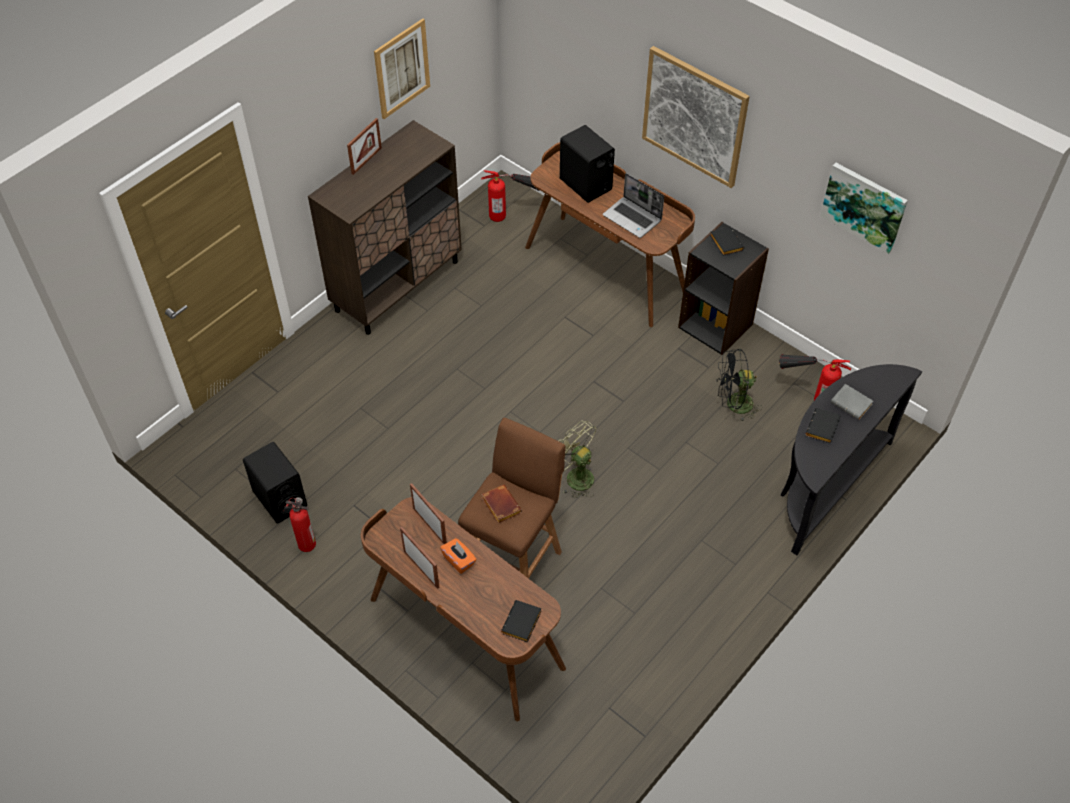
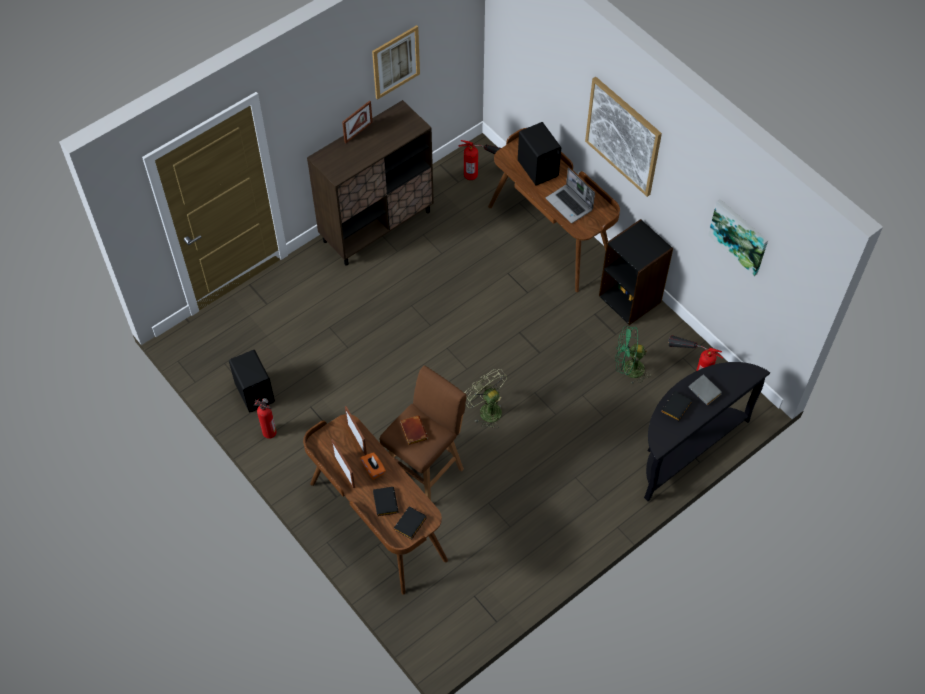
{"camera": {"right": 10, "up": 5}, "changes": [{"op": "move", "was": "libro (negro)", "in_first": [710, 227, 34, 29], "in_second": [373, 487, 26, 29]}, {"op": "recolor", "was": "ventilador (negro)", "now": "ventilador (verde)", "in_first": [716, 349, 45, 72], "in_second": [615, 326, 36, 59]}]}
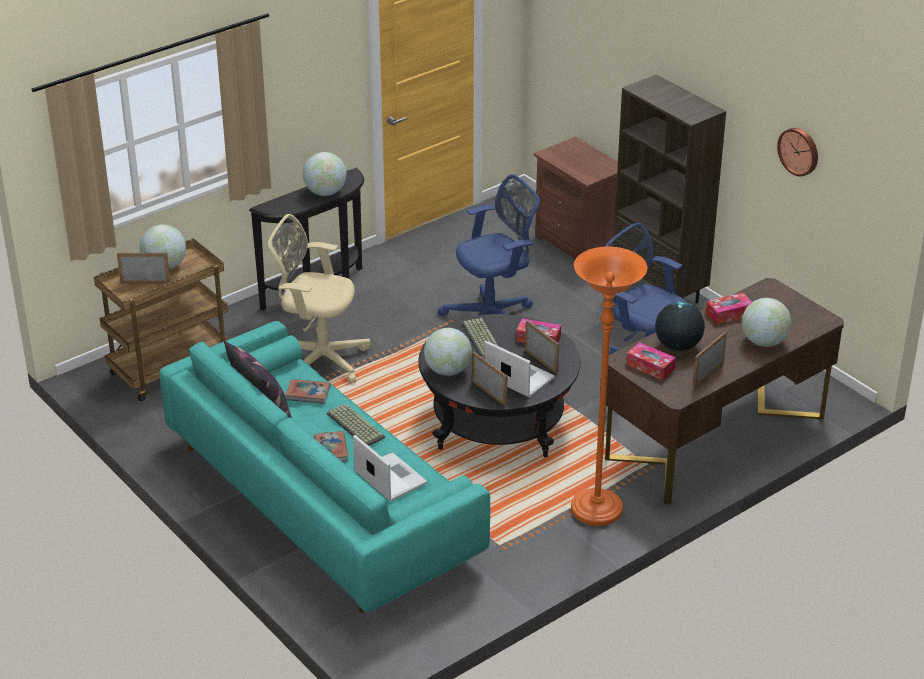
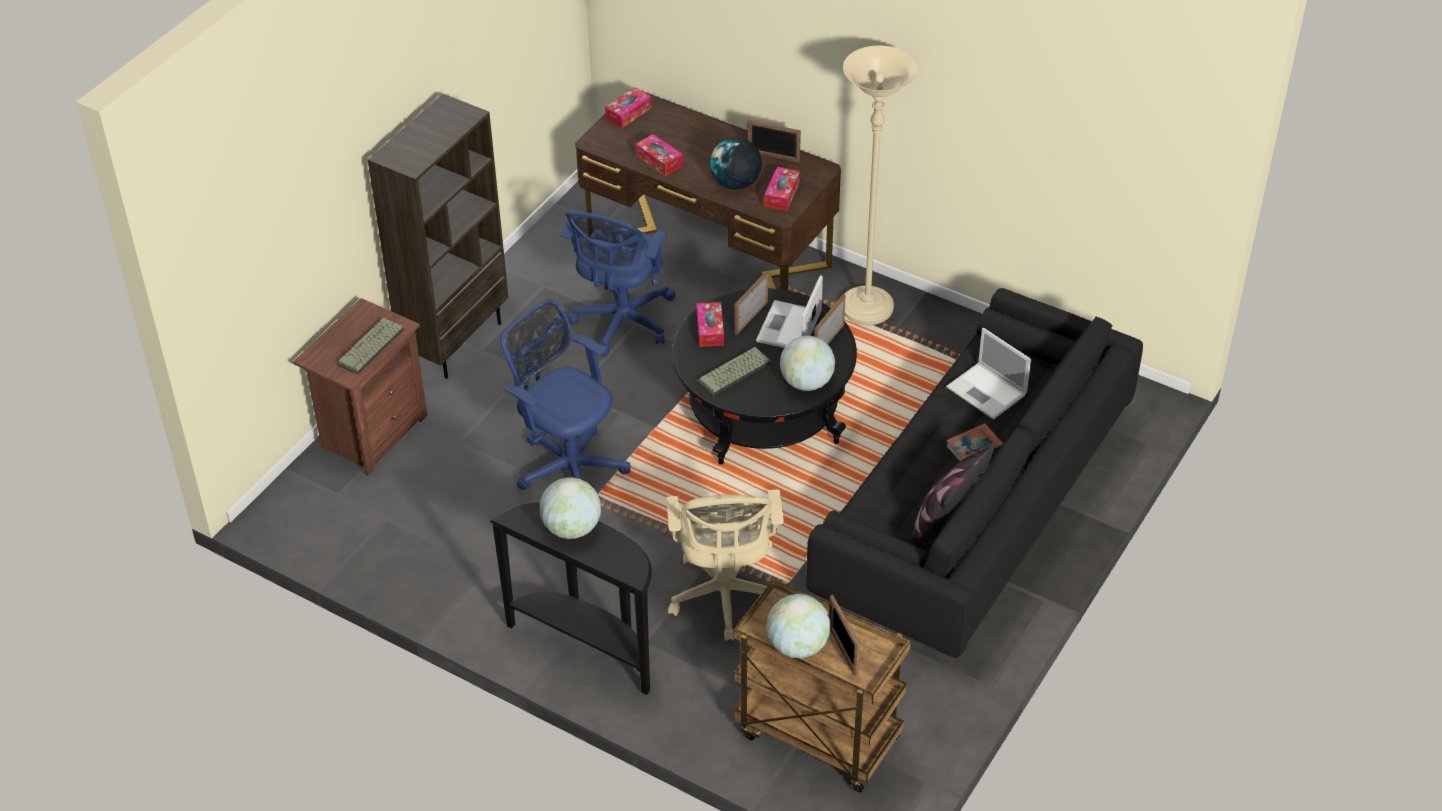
{"camera": {"right": -110, "up": 10}, "changes": [{"op": "delete", "was": "reloj de pared", "in_first": [777, 128, 41, 49]}, {"op": "recolor", "was": "lámpara de pie (naranja)", "now": "lámpara de pie (beis)", "in_first": [571, 247, 76, 279], "in_second": [843, 46, 75, 279]}, {"op": "delete", "was": "globo terráqueo", "in_first": [742, 298, 49, 49]}, {"op": "recolor", "was": "sofá (turquesa)", "now": "sofá (negro)", "in_first": [160, 321, 330, 292], "in_second": [806, 288, 337, 370]}, {"op": "delete", "was": "libro", "in_first": [285, 379, 46, 25]}, {"op": "move", "was": "teclado", "in_first": [327, 403, 58, 43], "in_second": [336, 318, 68, 57]}, {"op": "rotate", "was": "portátil", "in_first": [353, 435, 74, 66], "in_second": [946, 328, 85, 92], "clockwise": -75}, {"op": "insert", "now": "caja de pañuelos", "in_second": [605, 87, 47, 41]}]}
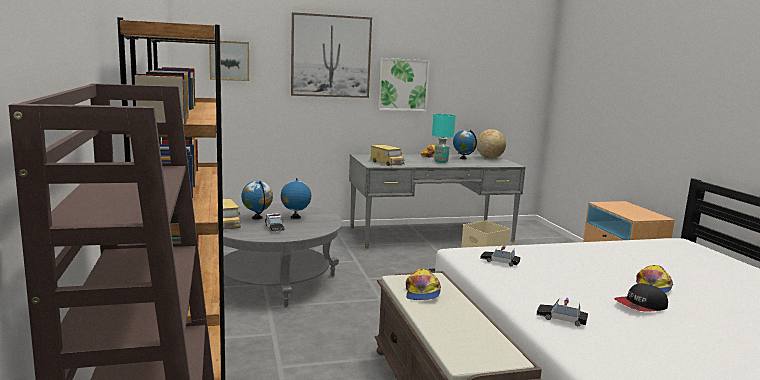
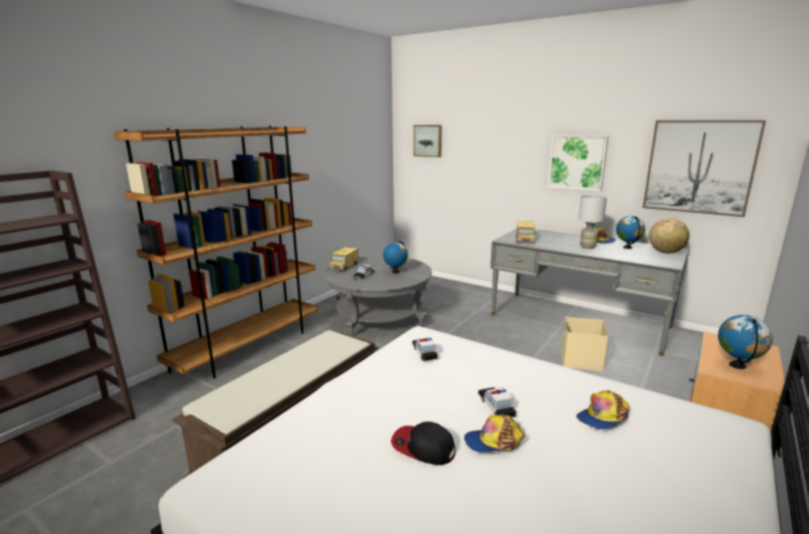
{"camera": {"right": 50, "up": 5}, "changes": [{"op": "move", "was": "cuadro", "in_first": [291, 12, 81, 86], "in_second": [643, 120, 123, 97]}, {"op": "recolor", "was": "lámpara de mesa (turquesa)", "now": "lámpara de mesa (gris)", "in_first": [432, 114, 24, 49], "in_second": [578, 195, 29, 54]}, {"op": "move", "was": "globo terráqueo", "in_first": [241, 181, 32, 39], "in_second": [718, 315, 55, 54]}, {"op": "move", "was": "gorra", "in_first": [406, 269, 35, 31], "in_second": [576, 390, 53, 39]}, {"op": "move", "was": "coche de juguete", "in_first": [536, 298, 52, 28], "in_second": [478, 387, 38, 30]}]}
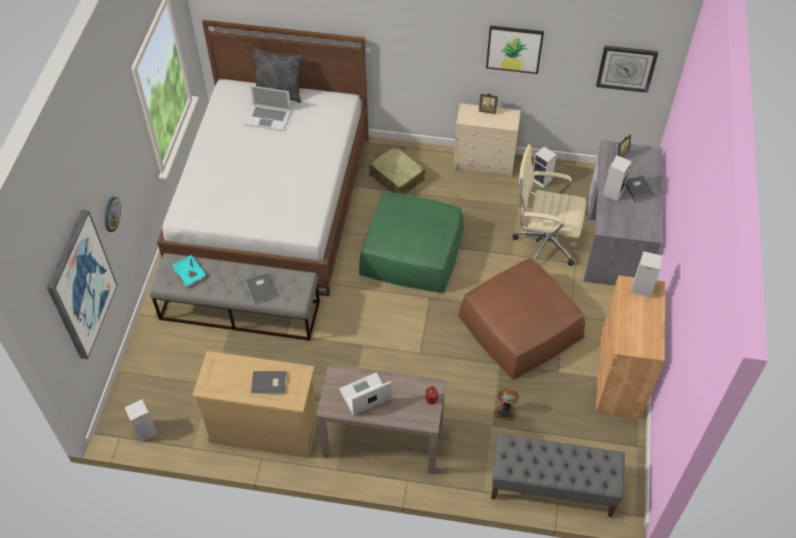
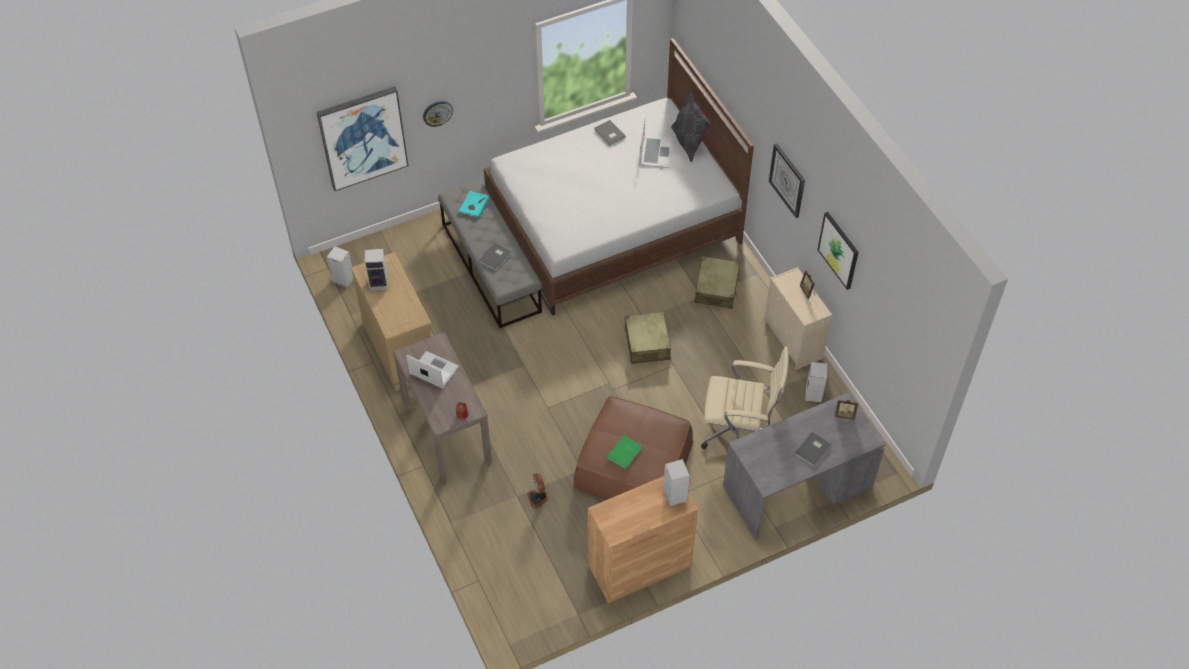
{"camera": {"right": 55, "up": 0}, "changes": [{"op": "move", "was": "reloj de pared", "in_first": [596, 45, 62, 48], "in_second": [769, 143, 36, 75]}, {"op": "rotate", "was": "portátil", "in_first": [245, 85, 46, 46], "in_second": [639, 117, 33, 51], "clockwise": -150}, {"op": "rotate", "was": "silla de oficina (beis)", "in_first": [512, 144, 74, 122], "in_second": [701, 346, 88, 103], "clockwise": 120}, {"op": "move", "was": "altavoz", "in_first": [603, 155, 29, 46], "in_second": [365, 249, 23, 41]}, {"op": "replace", "was": "puf (verde)", "now": "maleta (beis)", "in_first": [359, 192, 105, 102], "in_second": [624, 312, 47, 52]}, {"op": "move", "was": "libro (gris)", "in_first": [251, 371, 35, 23], "in_second": [594, 120, 32, 26]}, {"op": "delete", "was": "banco (gris)", "in_first": [491, 434, 134, 83]}, {"op": "insert", "now": "libro (verde)", "in_second": [606, 435, 36, 34]}]}
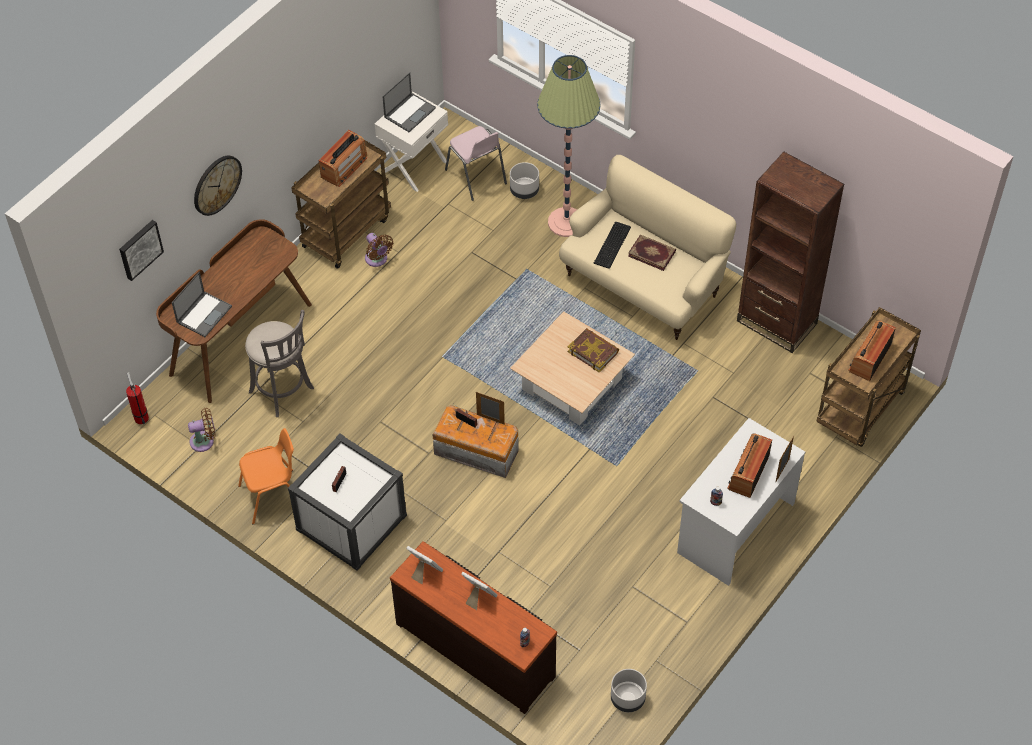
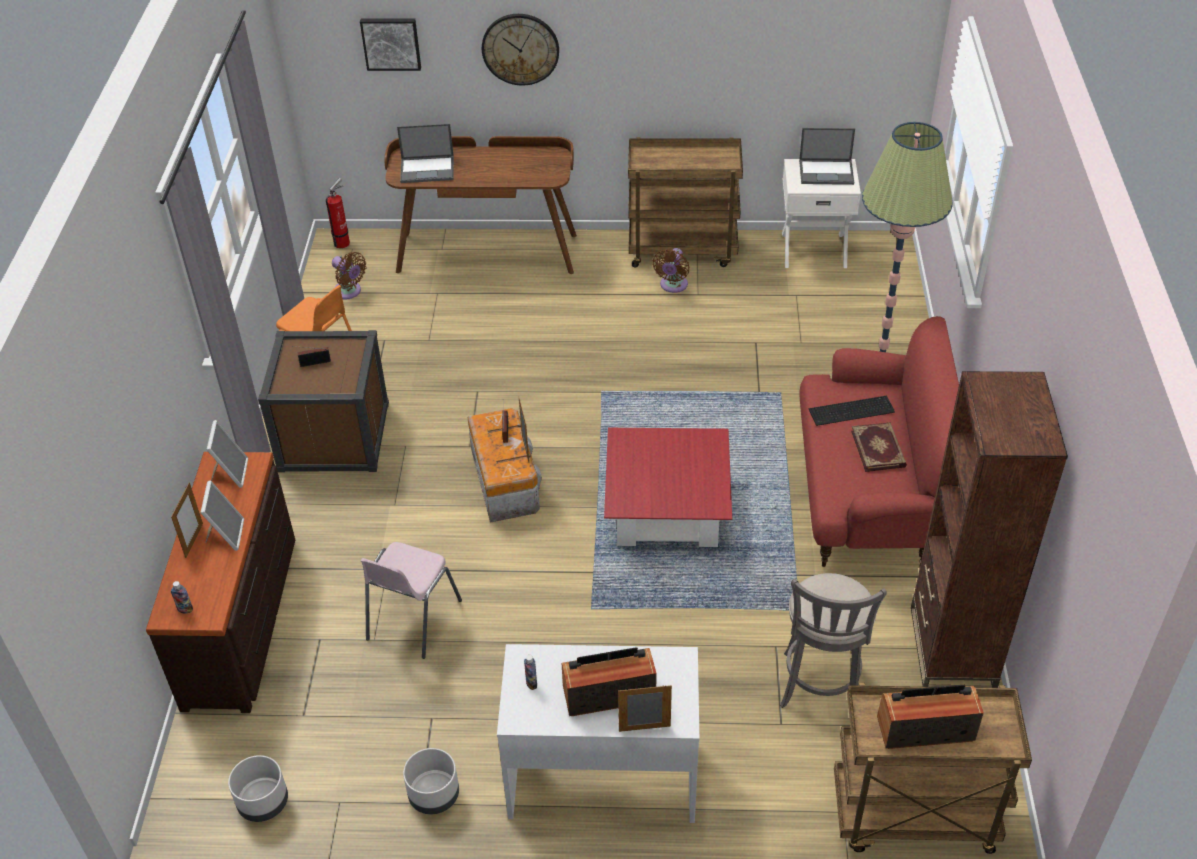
{"camera": {"right": 55, "up": -10}, "changes": [{"op": "move", "was": "silla (rosa)", "in_first": [445, 126, 62, 75], "in_second": [360, 542, 102, 117]}, {"op": "delete", "was": "radio", "in_first": [319, 130, 49, 57]}, {"op": "recolor", "was": "sofá (beis)", "now": "sofá (rojo)", "in_first": [559, 155, 177, 185], "in_second": [799, 316, 160, 251]}, {"op": "move", "was": "maceta (gris)", "in_first": [510, 162, 29, 37], "in_second": [403, 748, 56, 66]}, {"op": "move", "was": "taburete (gris)", "in_first": [245, 310, 69, 107], "in_second": [780, 573, 107, 135]}, {"op": "recolor", "was": "mesa de centro (beis)", "now": "mesa de centro (rojo)", "in_first": [510, 311, 125, 114], "in_second": [604, 428, 128, 119]}, {"op": "delete", "was": "libro", "in_first": [568, 328, 51, 45]}, {"op": "recolor", "was": "caja de almacenaje (blanco)", "now": "caja de almacenaje (marrón)", "in_first": [288, 433, 119, 138], "in_second": [258, 330, 131, 142]}, {"op": "insert", "now": "portarretratos", "in_second": [171, 483, 32, 75]}]}
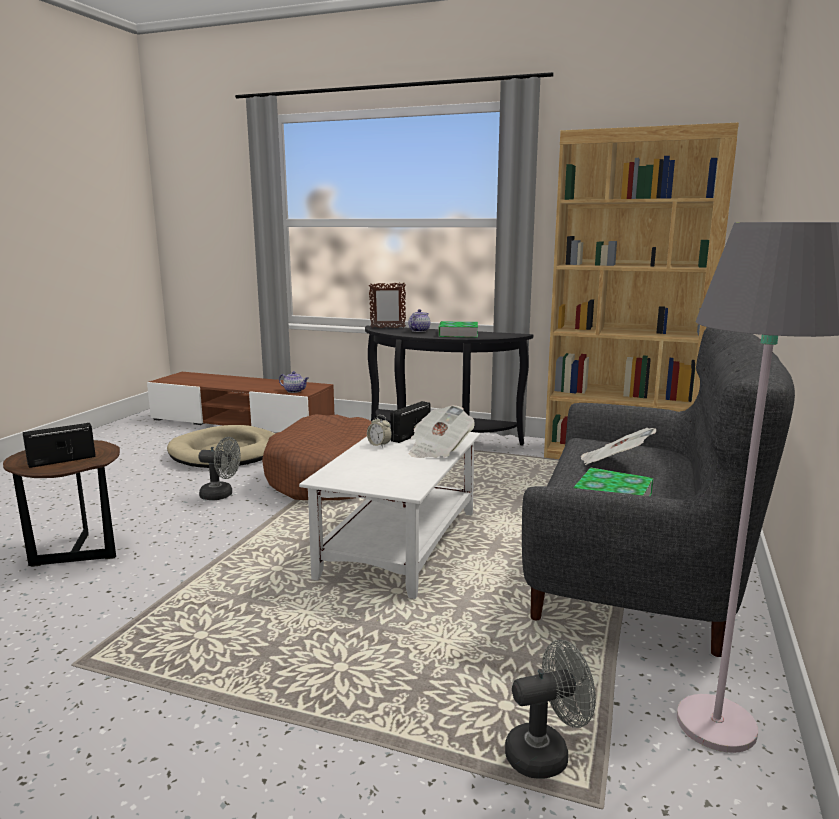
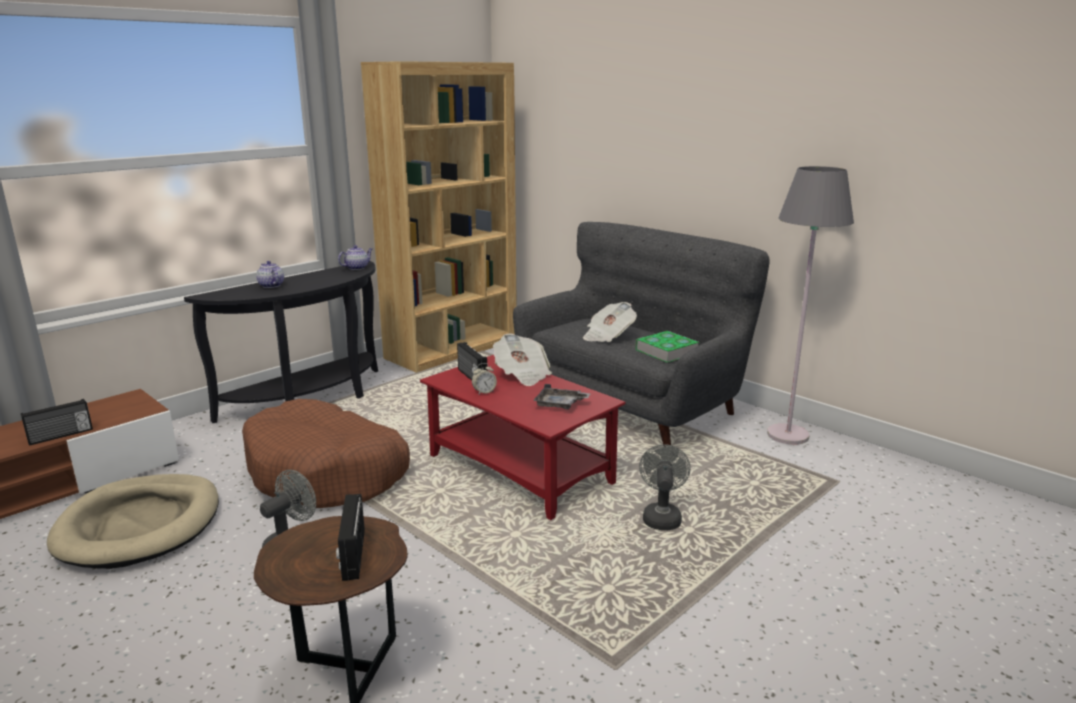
{"camera": {"right": -65, "up": 5}, "changes": [{"op": "delete", "was": "portarretratos", "in_first": [369, 283, 37, 45]}, {"op": "delete", "was": "libro", "in_first": [439, 321, 39, 16]}, {"op": "move", "was": "tetera", "in_first": [279, 371, 30, 22], "in_second": [338, 245, 35, 25]}, {"op": "recolor", "was": "mesa de centro (blanco)", "now": "mesa de centro (rojo)", "in_first": [299, 426, 181, 173], "in_second": [420, 355, 205, 165]}, {"op": "move", "was": "ventilador (gris)", "in_first": [505, 640, 91, 139], "in_second": [639, 444, 52, 86]}, {"op": "insert", "now": "bandeja (gris)", "in_second": [533, 384, 57, 26]}, {"op": "insert", "now": "radio", "in_second": [21, 399, 72, 47]}]}
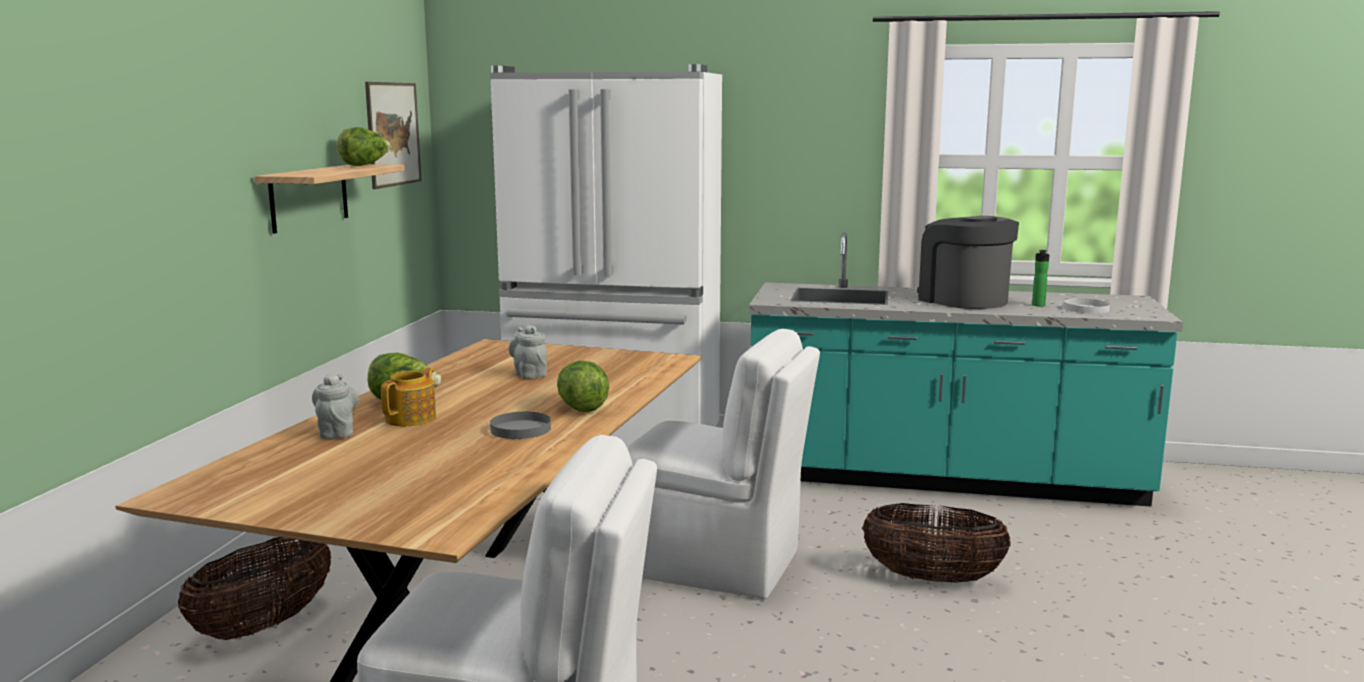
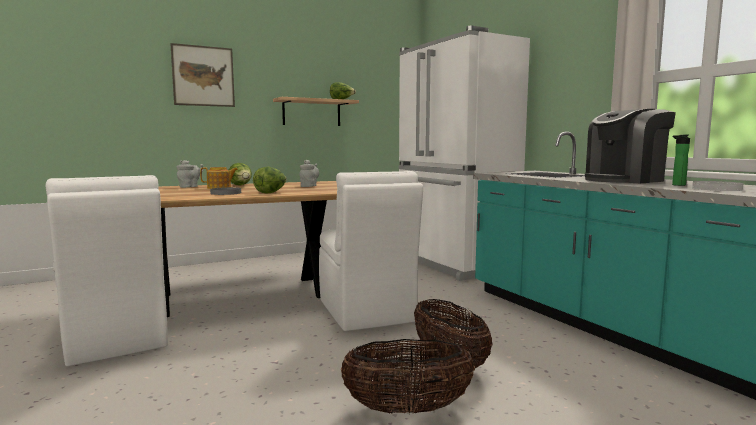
{"camera": {"right": 50, "up": -5}, "changes": [{"op": "move", "was": "cuadro", "in_first": [365, 82, 57, 107], "in_second": [170, 43, 65, 64]}, {"op": "rotate", "was": "cafetera", "in_first": [917, 216, 102, 93], "in_second": [585, 109, 91, 74], "clockwise": -135}, {"op": "move", "was": "cesta", "in_first": [178, 537, 153, 103], "in_second": [341, 339, 134, 75]}]}
